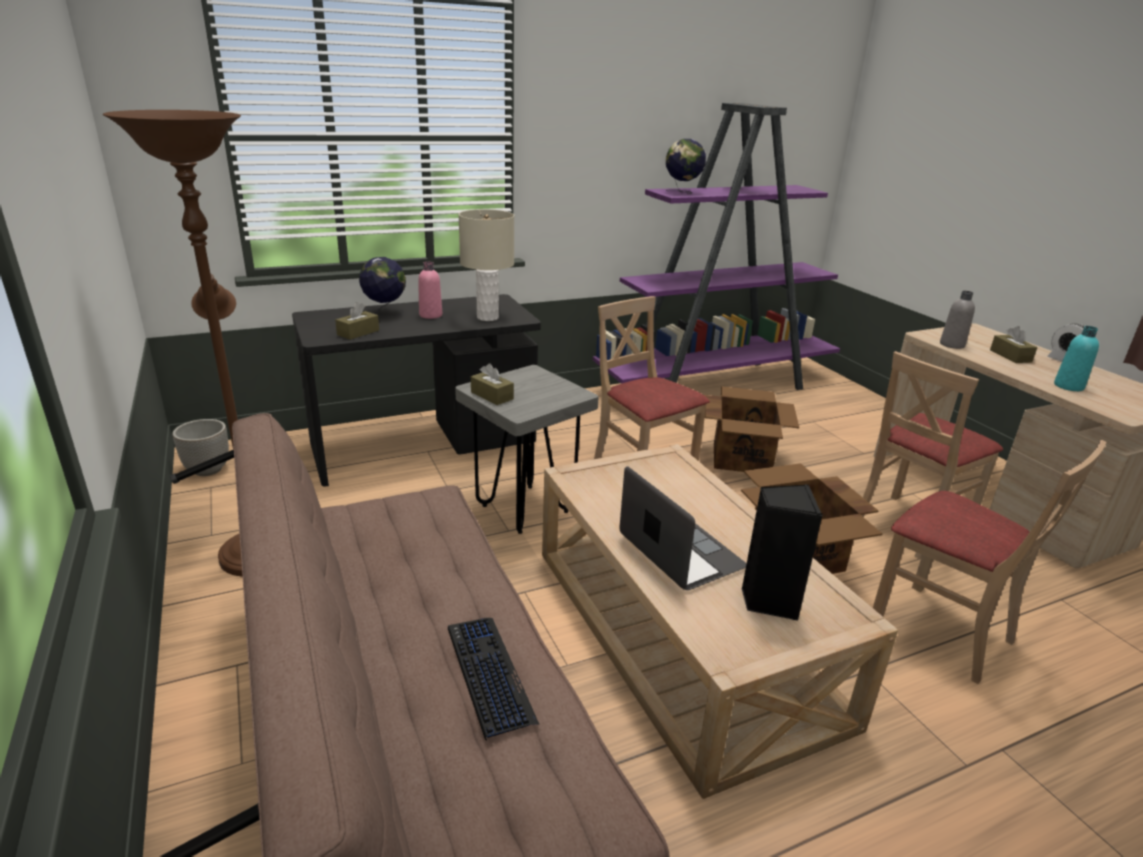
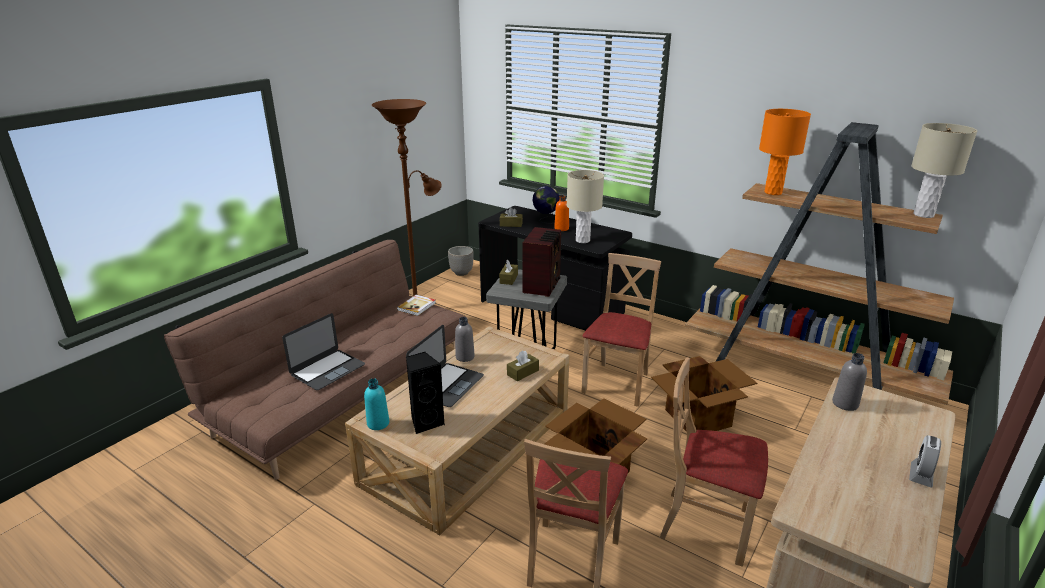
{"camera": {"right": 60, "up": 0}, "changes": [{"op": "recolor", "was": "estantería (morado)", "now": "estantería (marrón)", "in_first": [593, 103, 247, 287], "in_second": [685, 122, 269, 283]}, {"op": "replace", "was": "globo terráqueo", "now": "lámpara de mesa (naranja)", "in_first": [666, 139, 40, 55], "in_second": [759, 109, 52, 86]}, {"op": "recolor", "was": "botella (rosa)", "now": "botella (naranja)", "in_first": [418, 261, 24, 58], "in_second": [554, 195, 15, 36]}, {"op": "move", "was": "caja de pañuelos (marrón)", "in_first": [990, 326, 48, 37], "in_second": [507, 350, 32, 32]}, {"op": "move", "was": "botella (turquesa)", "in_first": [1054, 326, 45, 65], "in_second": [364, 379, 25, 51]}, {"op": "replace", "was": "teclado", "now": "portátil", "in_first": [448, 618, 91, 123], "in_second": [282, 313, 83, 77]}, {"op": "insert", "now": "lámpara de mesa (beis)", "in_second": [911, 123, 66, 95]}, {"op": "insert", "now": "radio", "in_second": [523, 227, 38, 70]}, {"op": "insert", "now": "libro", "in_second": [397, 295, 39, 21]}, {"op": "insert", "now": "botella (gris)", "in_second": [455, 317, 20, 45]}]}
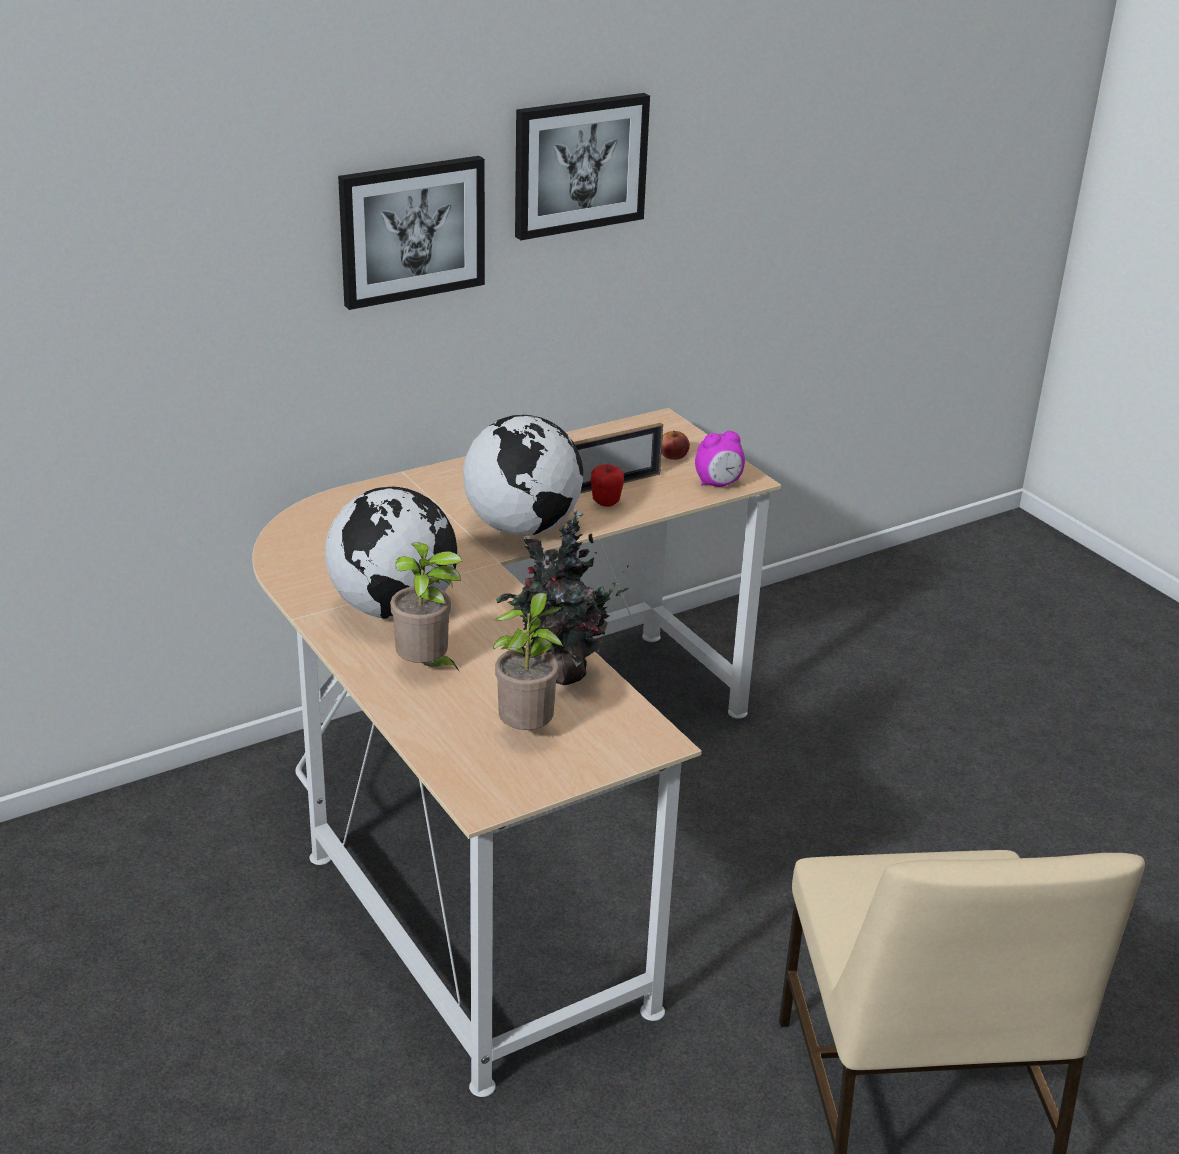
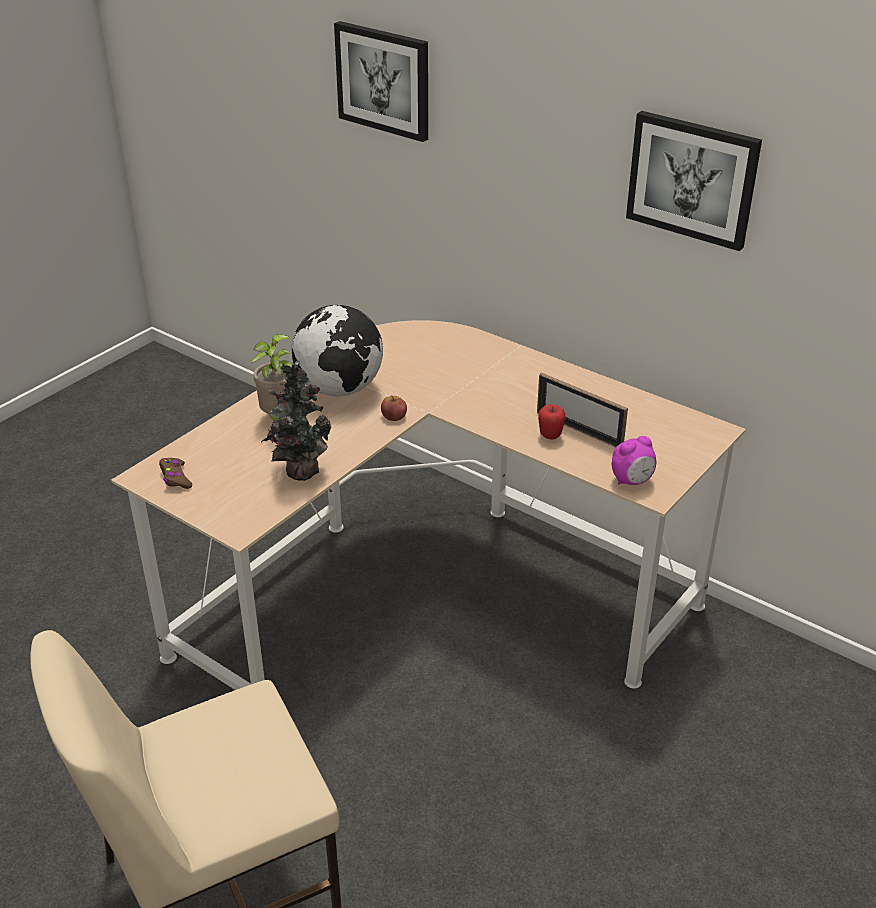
{"camera": {"right": 70, "up": 5}, "changes": [{"op": "move", "was": "cuadro", "in_first": [338, 156, 147, 154], "in_second": [334, 21, 94, 121]}, {"op": "delete", "was": "globo terráqueo", "in_first": [463, 415, 120, 121]}, {"op": "move", "was": "manzana", "in_first": [661, 430, 29, 30], "in_second": [381, 395, 26, 26]}, {"op": "rotate", "was": "despertador", "in_first": [695, 431, 50, 56], "in_second": [612, 436, 44, 49], "clockwise": -75}, {"op": "delete", "was": "planta en maceta", "in_first": [493, 592, 70, 138]}, {"op": "insert", "now": "mando de consola (marrón)", "in_second": [159, 458, 33, 31]}]}
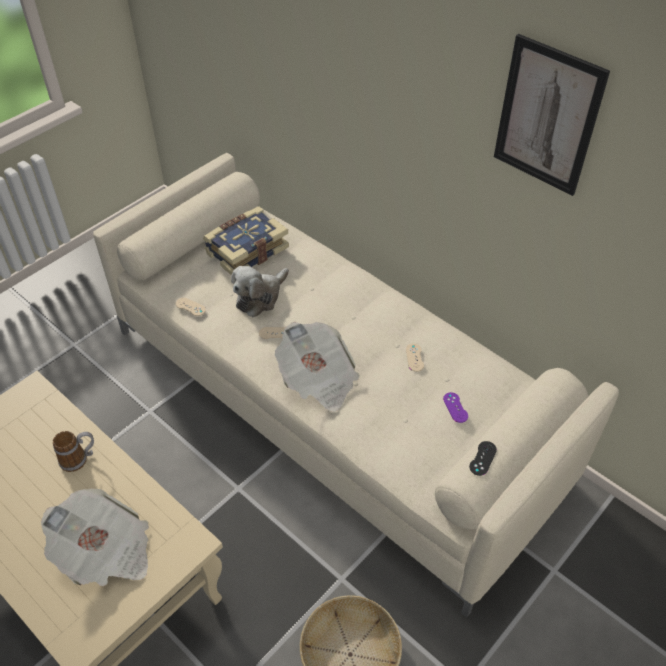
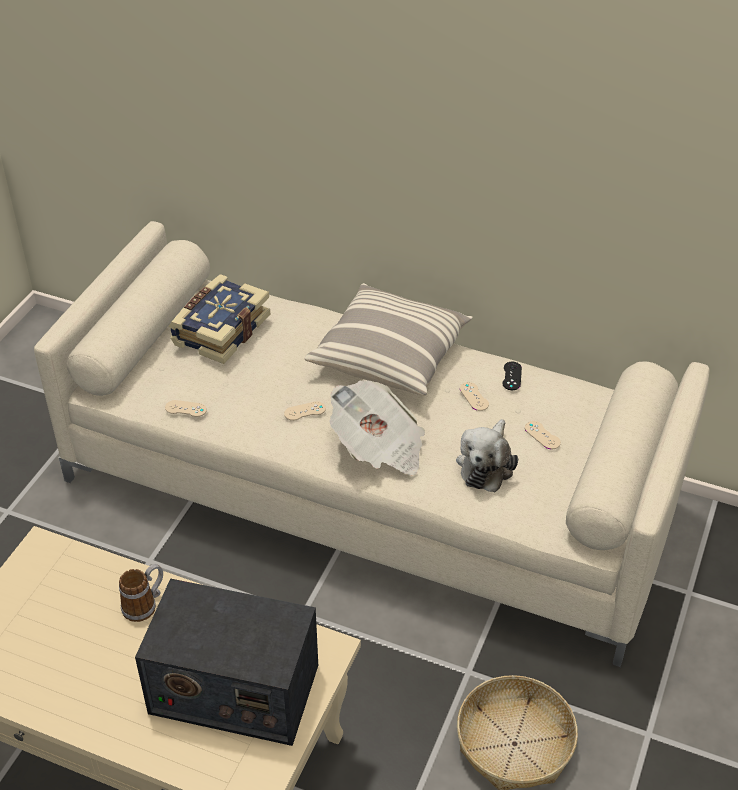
{"camera": {"right": -20, "up": -5}, "changes": [{"op": "delete", "was": "cuadro", "in_first": [494, 34, 116, 162]}, {"op": "move", "was": "peluche", "in_first": [231, 266, 58, 51], "in_second": [456, 419, 62, 73]}, {"op": "recolor", "was": "mando de consola (morado)", "now": "mando de consola (beis)", "in_first": [443, 392, 25, 31], "in_second": [525, 421, 36, 28]}, {"op": "move", "was": "mando de consola (negro)", "in_first": [469, 441, 28, 35], "in_second": [502, 362, 20, 28]}, {"op": "replace", "was": "periódico", "now": "radio", "in_first": [41, 488, 108, 98], "in_second": [135, 578, 183, 168]}, {"op": "insert", "now": "cojín", "in_second": [304, 283, 169, 113]}]}
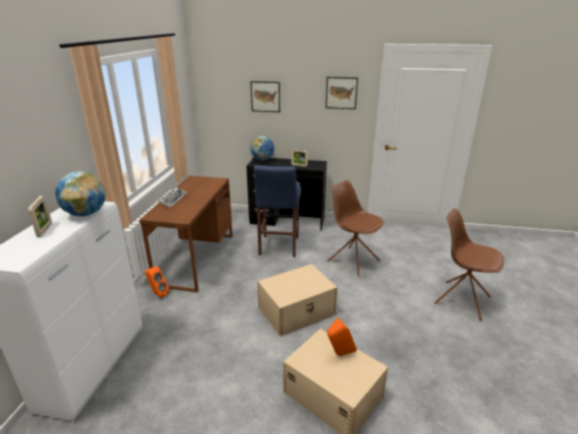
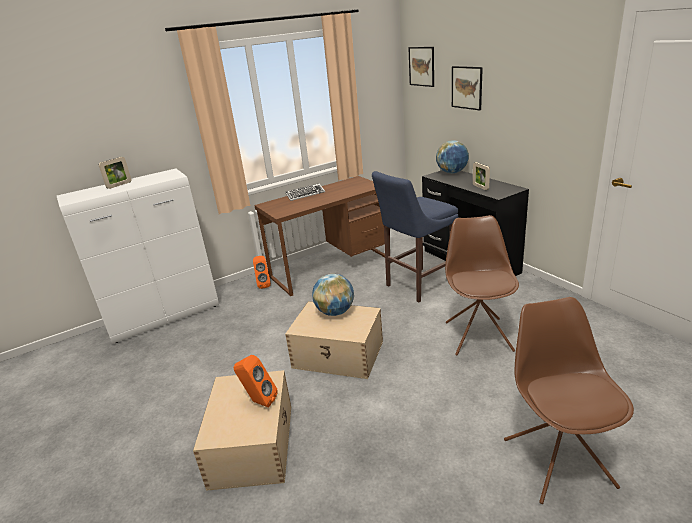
{"camera": {"right": 50, "up": 0}, "changes": [{"op": "move", "was": "cuadro", "in_first": [326, 77, 32, 32], "in_second": [408, 47, 26, 40]}, {"op": "move", "was": "globo terráqueo", "in_first": [55, 171, 51, 45], "in_second": [312, 274, 42, 42]}]}
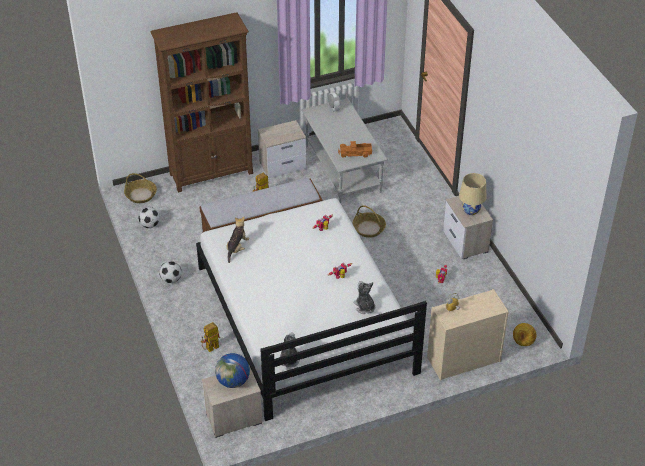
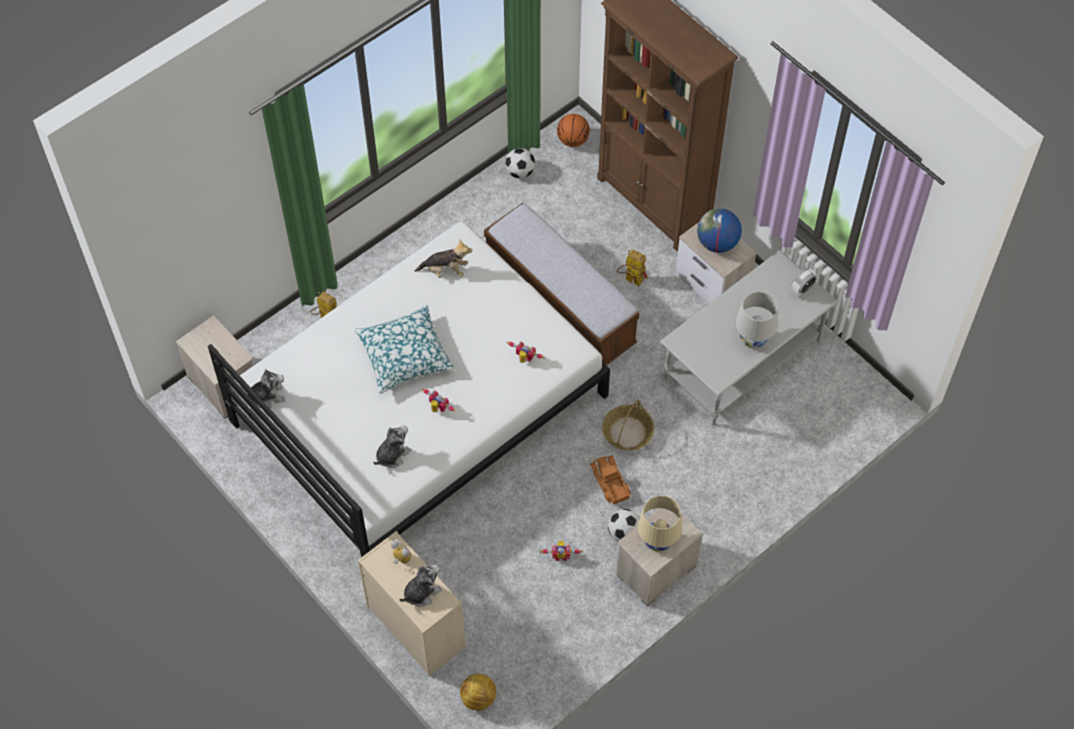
{"camera": {"right": 70, "up": 15}, "changes": [{"op": "move", "was": "camión de juguete", "in_first": [338, 141, 34, 17], "in_second": [590, 455, 41, 50]}, {"op": "replace", "was": "cesta", "now": "balón de baloncesto", "in_first": [124, 173, 33, 30], "in_second": [557, 114, 33, 33]}, {"op": "move", "was": "balón de fútbol", "in_first": [159, 261, 23, 22], "in_second": [608, 509, 32, 32]}, {"op": "move", "was": "globo terráqueo", "in_first": [215, 353, 35, 35], "in_second": [697, 208, 45, 45]}, {"op": "insert", "now": "lámpara de mesa (blanco)", "in_second": [736, 292, 42, 56]}, {"op": "insert", "now": "cojín", "in_second": [354, 305, 100, 89]}, {"op": "insert", "now": "peluche", "in_second": [399, 565, 43, 42]}]}
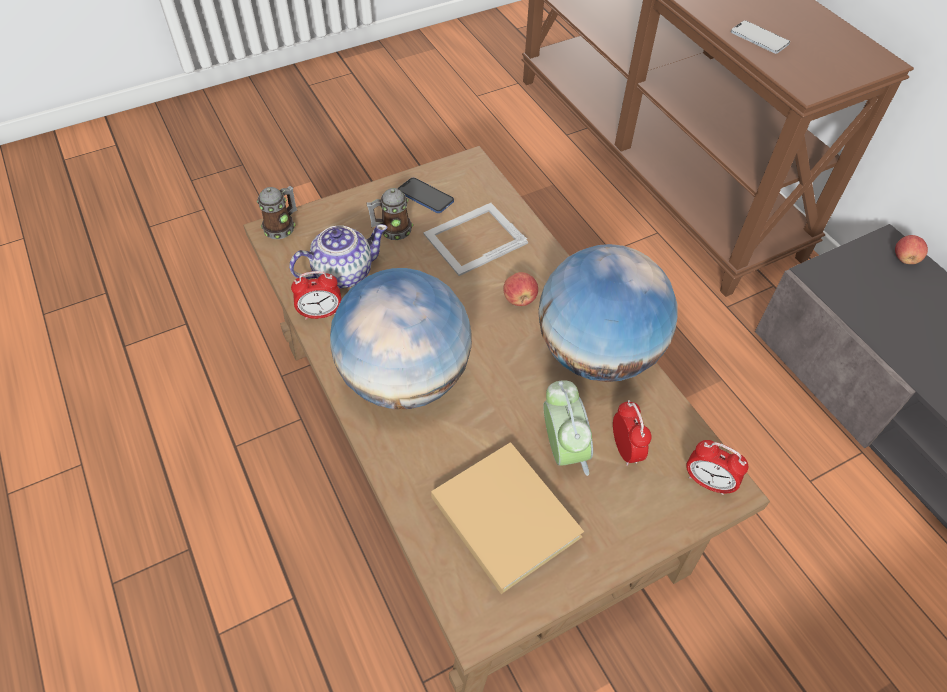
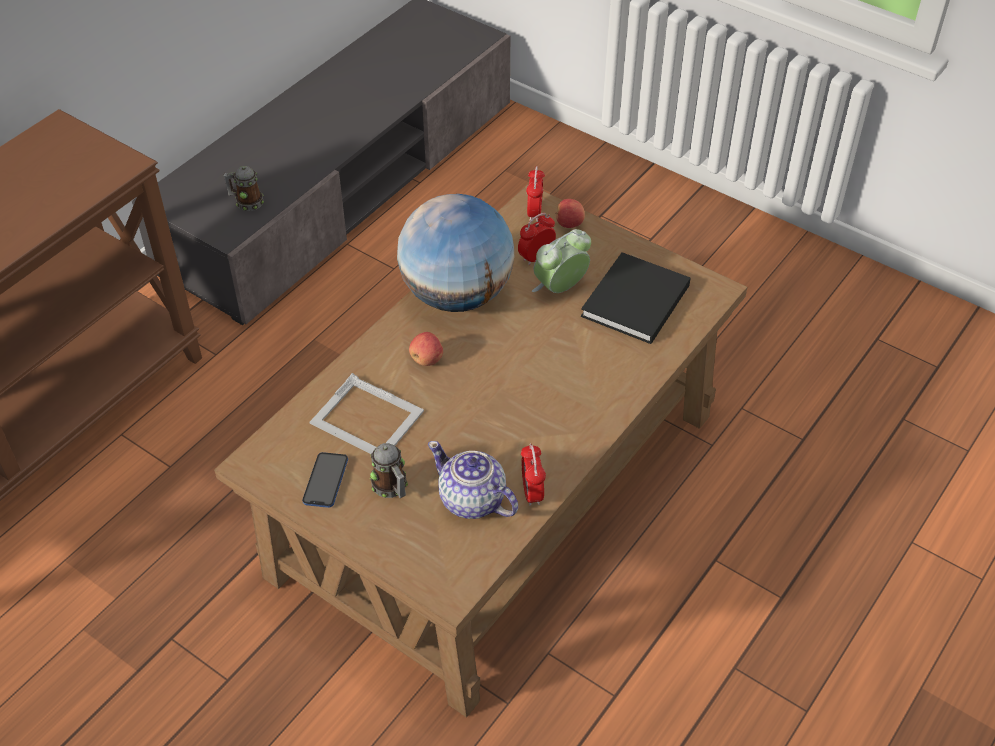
{"camera": {"right": -115, "up": -5}, "changes": [{"op": "delete", "was": "móvil", "in_first": [731, 20, 59, 34]}, {"op": "move", "was": "taza grande", "in_first": [257, 186, 40, 53], "in_second": [223, 166, 41, 45]}, {"op": "move", "was": "manzana", "in_first": [895, 235, 33, 29], "in_second": [555, 199, 30, 29]}, {"op": "delete", "was": "globo terráqueo", "in_first": [330, 268, 142, 141]}, {"op": "rotate", "was": "despertador", "in_first": [291, 271, 51, 49], "in_second": [521, 443, 25, 63], "clockwise": -150}, {"op": "recolor", "was": "libro (beis)", "now": "libro (negro)", "in_first": [431, 442, 153, 152], "in_second": [581, 252, 110, 92]}]}
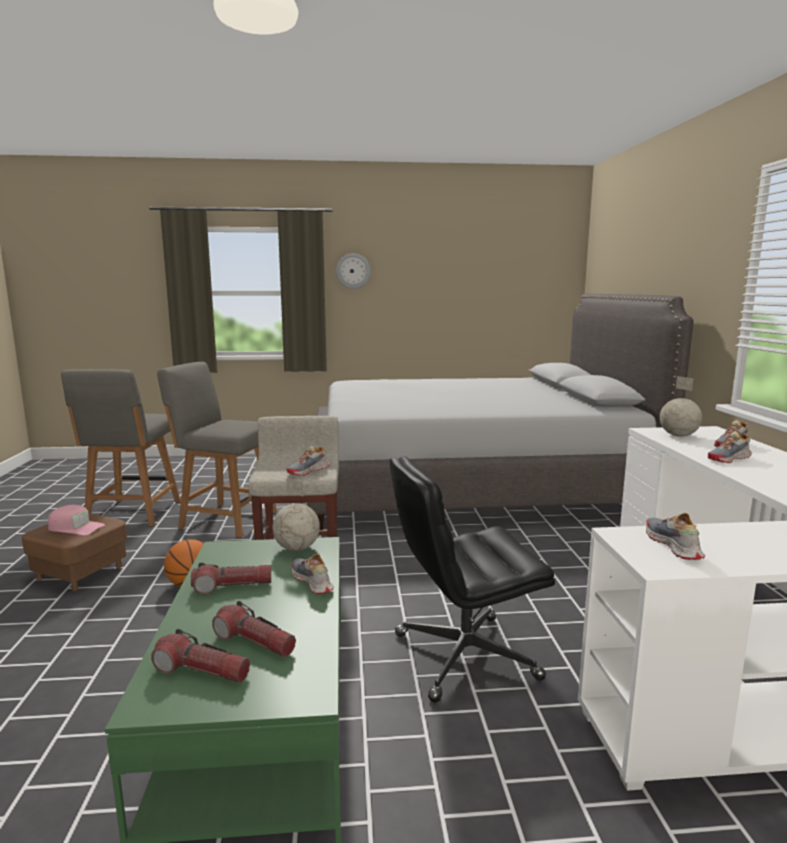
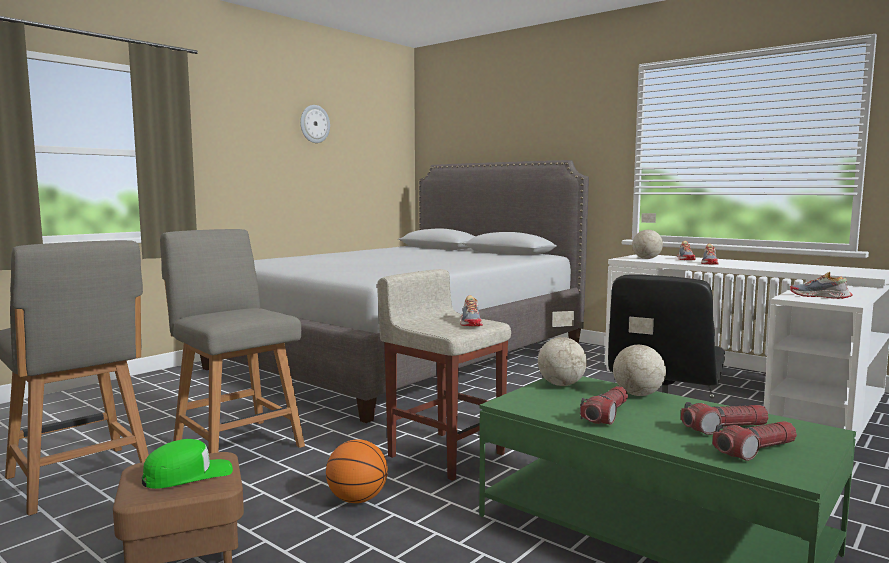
{"camera": {"right": -45, "up": -5}, "changes": [{"op": "move", "was": "reloj de pared", "in_first": [336, 253, 35, 36], "in_second": [300, 105, 30, 38]}, {"op": "rotate", "was": "silla (gris)", "in_first": [157, 362, 120, 176], "in_second": [160, 229, 145, 225], "clockwise": 75}, {"op": "recolor", "was": "gorra (rosa)", "now": "gorra (verde)", "in_first": [48, 505, 57, 30], "in_second": [142, 439, 91, 50]}, {"op": "replace", "was": "zapato", "now": "globo terráqueo", "in_first": [292, 554, 42, 40], "in_second": [613, 317, 53, 79]}]}
